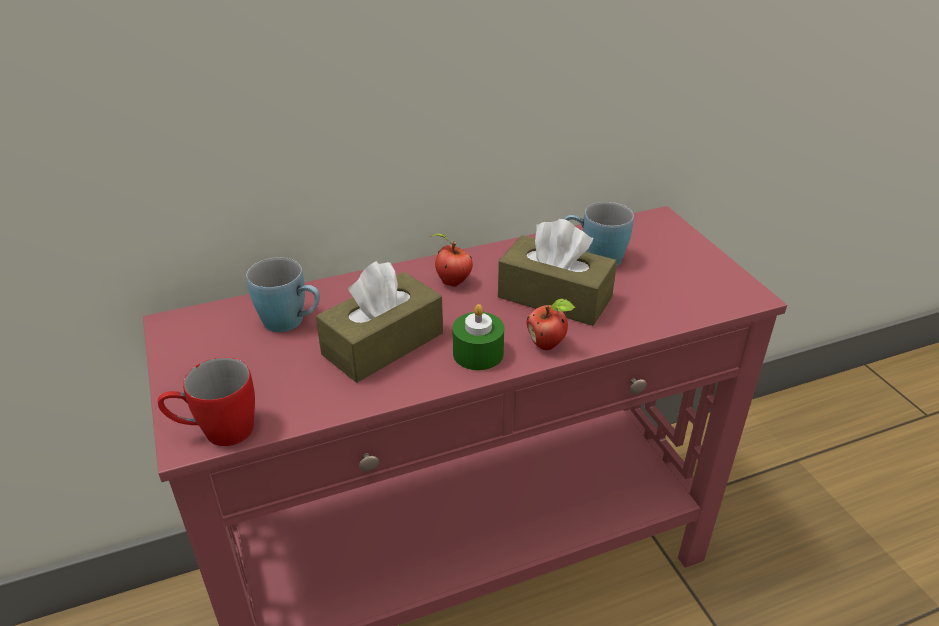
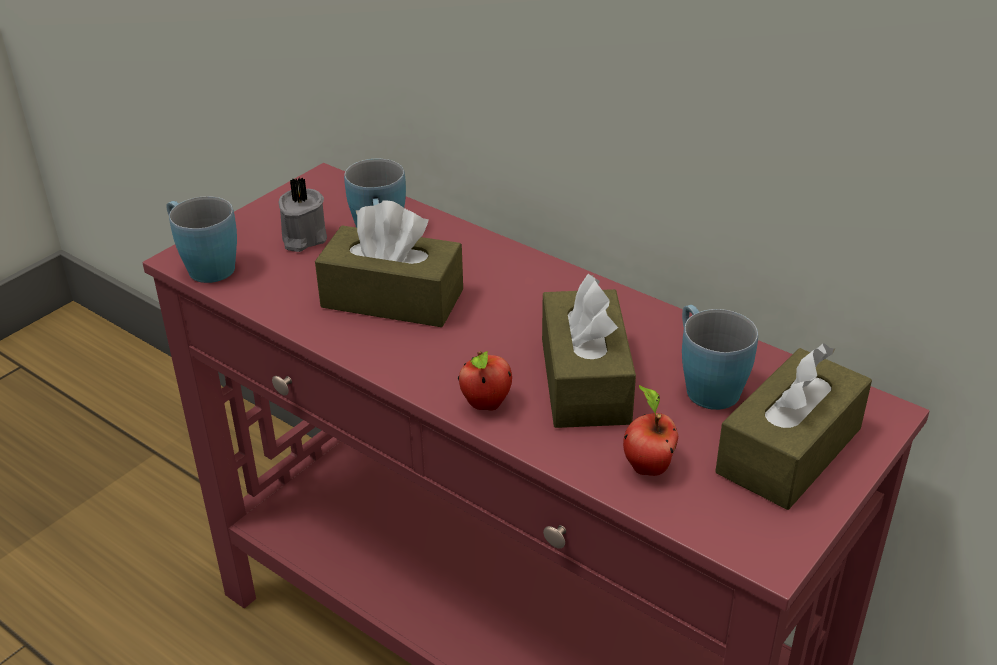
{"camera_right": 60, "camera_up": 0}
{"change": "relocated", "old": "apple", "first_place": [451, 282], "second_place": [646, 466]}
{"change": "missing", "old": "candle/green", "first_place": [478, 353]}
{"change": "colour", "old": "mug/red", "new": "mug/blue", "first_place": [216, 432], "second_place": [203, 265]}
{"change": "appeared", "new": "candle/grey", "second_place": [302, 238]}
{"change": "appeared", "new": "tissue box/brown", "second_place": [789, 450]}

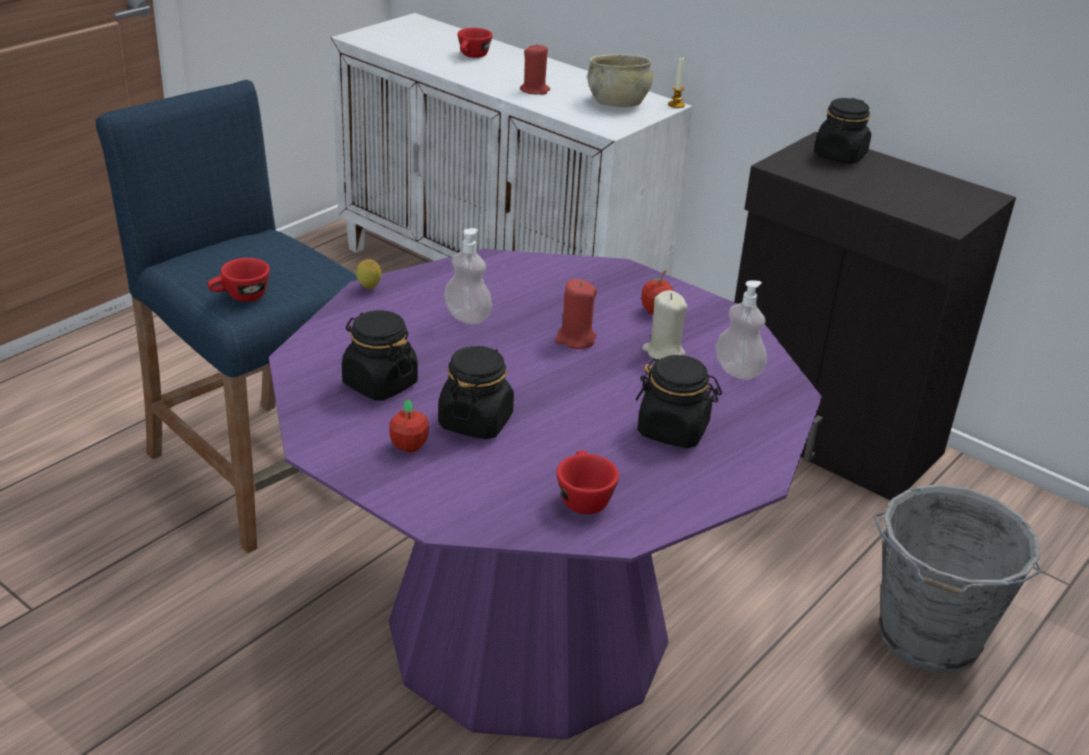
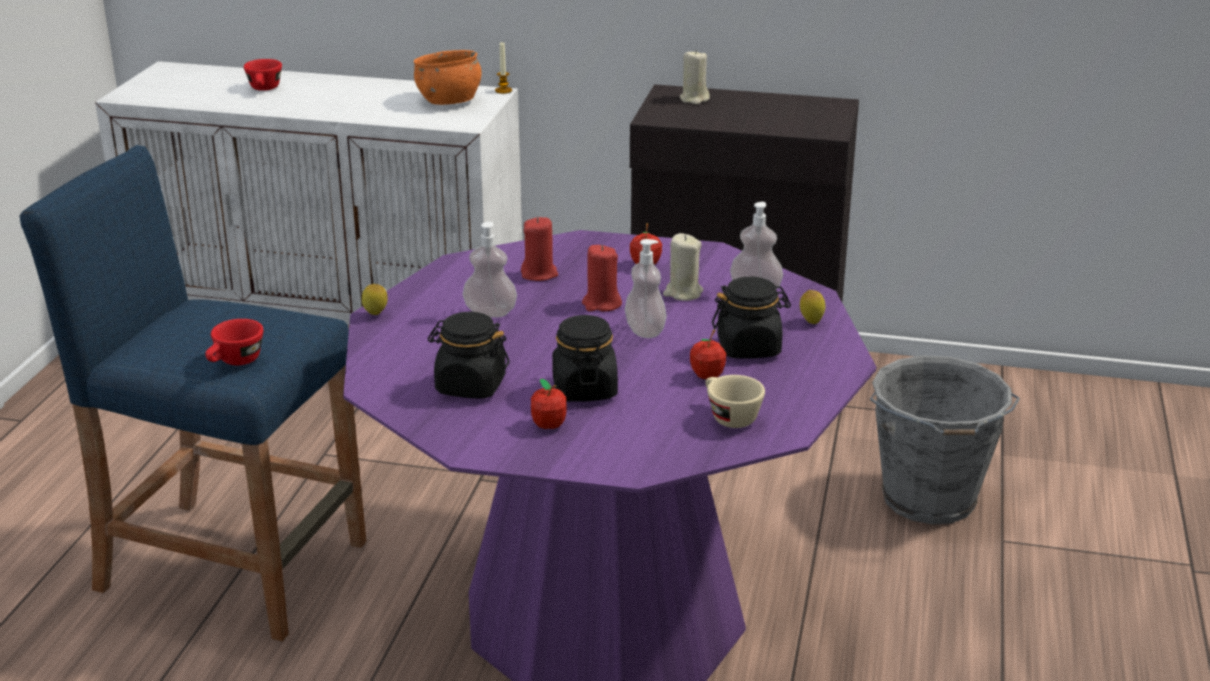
{"camera_right": -25, "camera_up": -5}
{"change": "relocated", "old": "candle/red", "first_place": [535, 90], "second_place": [539, 274]}
{"change": "colour", "old": "bowl/beige", "new": "bowl/orange", "first_place": [618, 103], "second_place": [449, 100]}
{"change": "exchanged", "old": "jar/black", "new": "candle/beige", "first_place": [840, 155], "second_place": [694, 99]}
{"change": "colour", "old": "cup/red", "new": "cup/beige", "first_place": [582, 497], "second_place": [728, 416]}
{"change": "appeared", "new": "soap dispenser", "second_place": [645, 331]}
{"change": "appeared", "new": "lemon", "second_place": [811, 322]}
{"change": "appeared", "new": "apple", "second_place": [707, 375]}

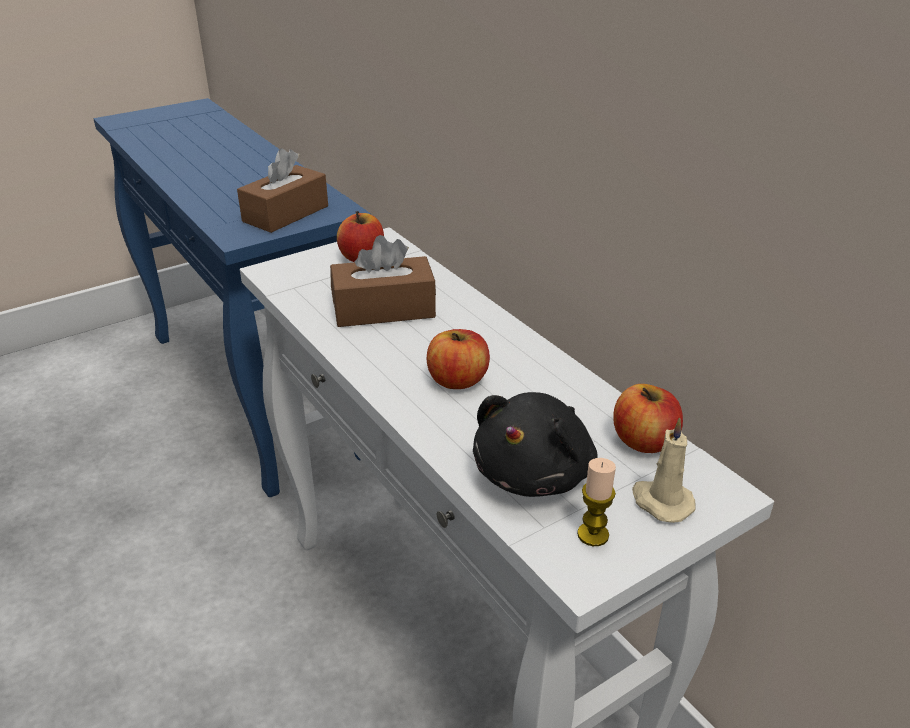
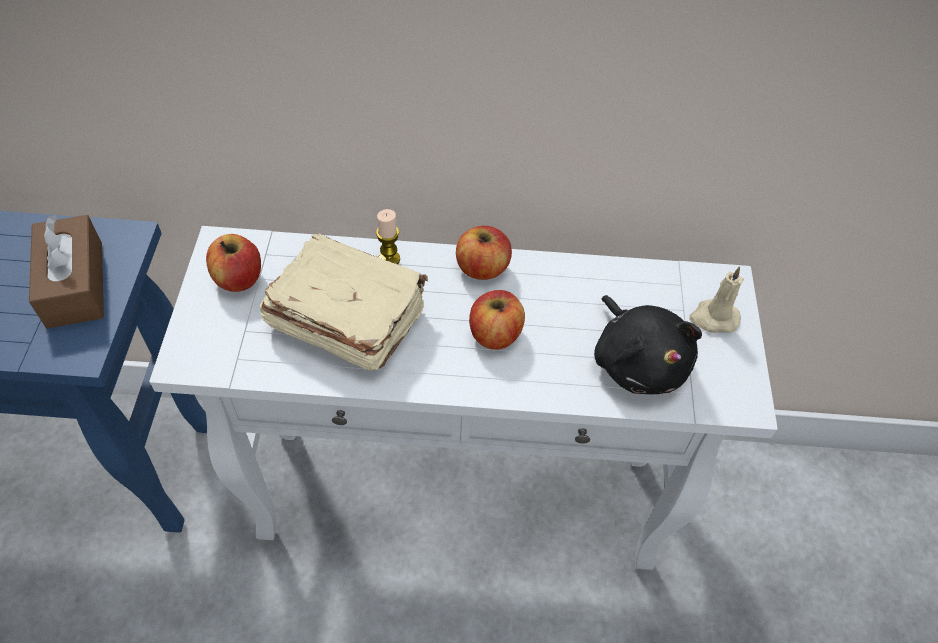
{"camera_right": -55, "camera_up": 20}
{"change": "exchanged", "old": "tissue box/brown", "new": "book/beige", "first_place": [383, 309], "second_place": [346, 317]}
{"change": "relocated", "old": "apple", "first_place": [644, 441], "second_place": [482, 267]}
{"change": "relocated", "old": "candle", "first_place": [593, 535], "second_place": [389, 259]}

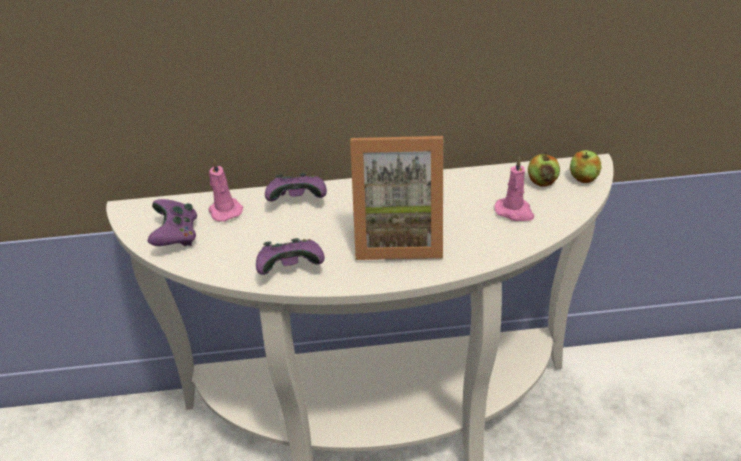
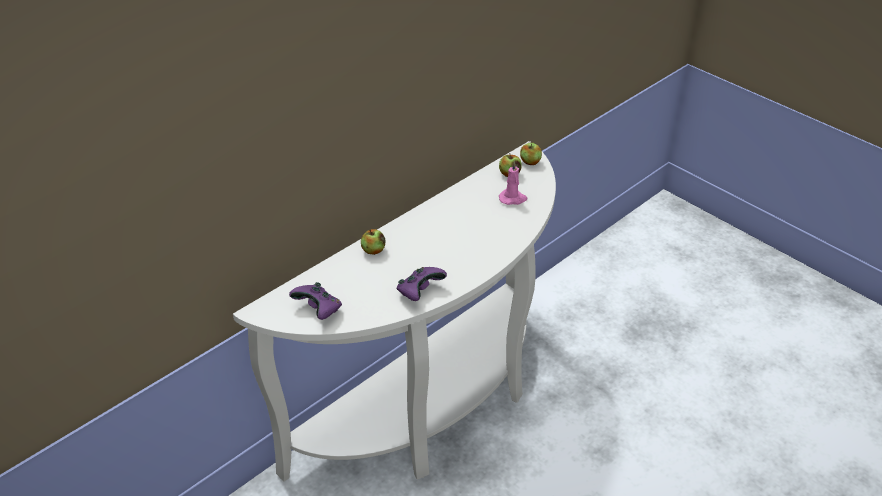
{"camera_right": -40, "camera_up": 0}
{"change": "missing", "old": "picture frame", "first_place": [398, 237]}
{"change": "missing", "old": "candle/pink", "first_place": [225, 210]}
{"change": "exchanged", "old": "game controller/purple", "new": "apple", "first_place": [298, 200], "second_place": [373, 250]}

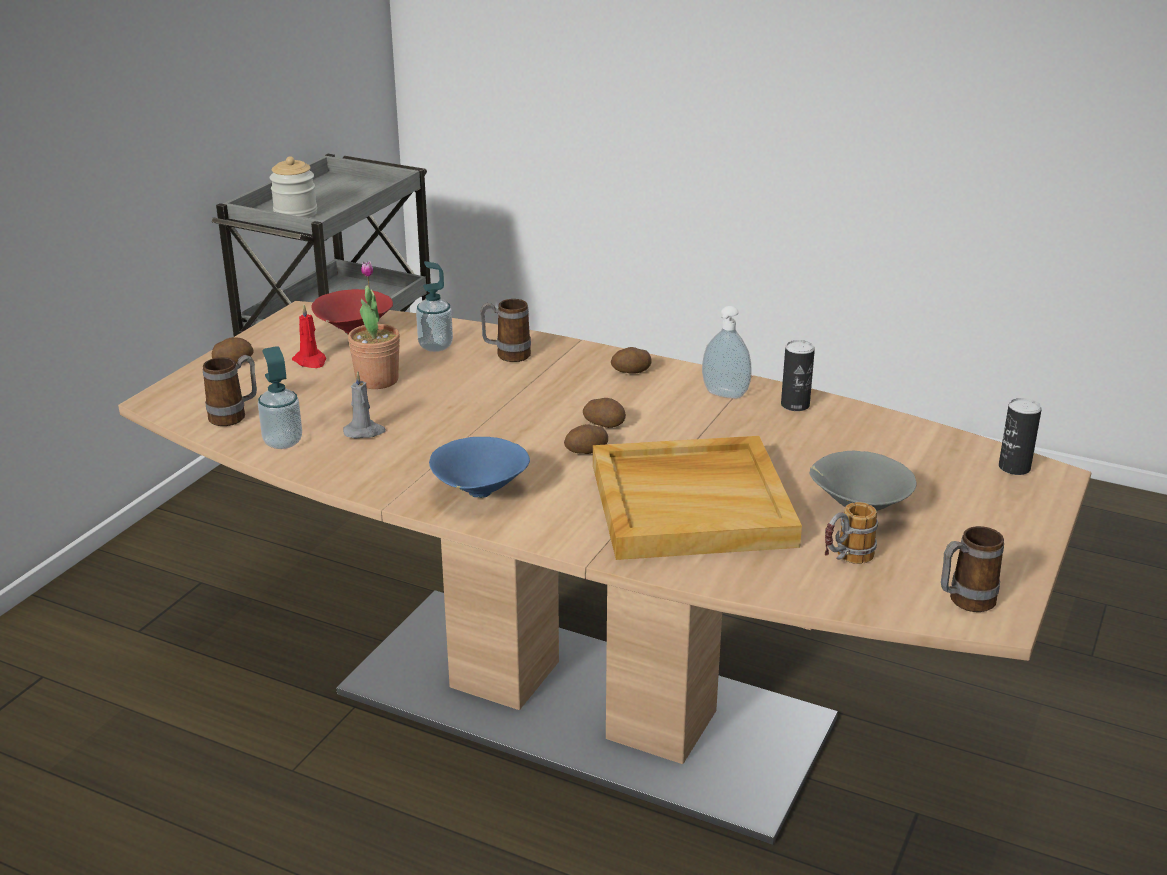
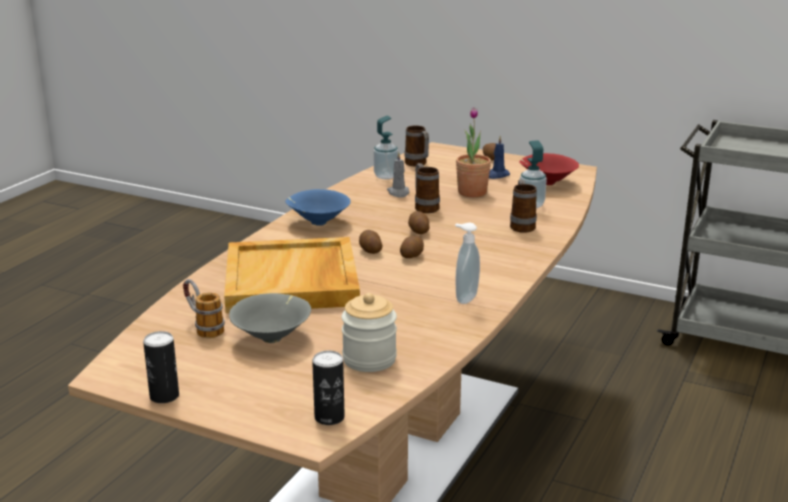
{"camera_right": 90, "camera_up": -5}
{"change": "relocated", "old": "jar", "first_place": [295, 214], "second_place": [369, 359]}
{"change": "colour", "old": "candle/red", "new": "candle/blue", "first_place": [310, 361], "second_place": [497, 175]}
{"change": "relocated", "old": "can", "first_place": [795, 405], "second_place": [164, 396]}
{"change": "relocated", "old": "potato", "first_place": [631, 372], "second_place": [418, 231]}
{"change": "relocated", "old": "mug", "first_place": [964, 602], "second_place": [425, 207]}

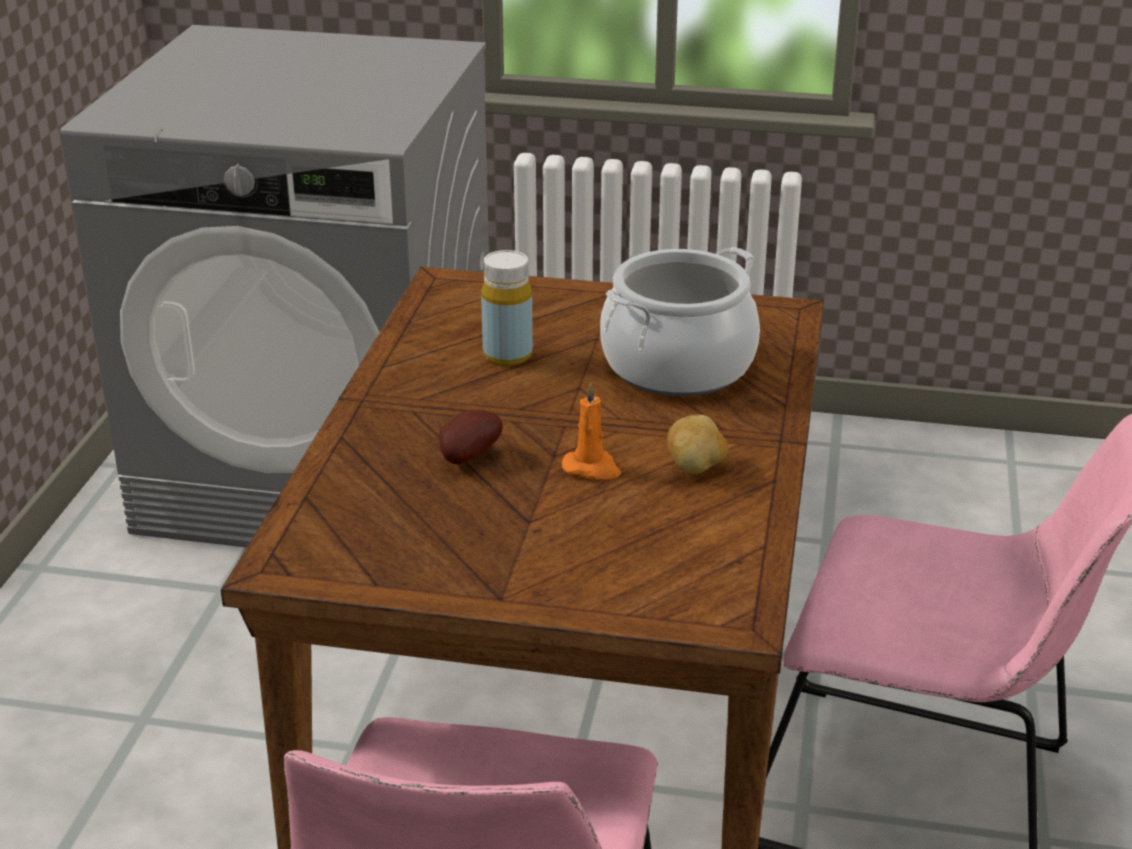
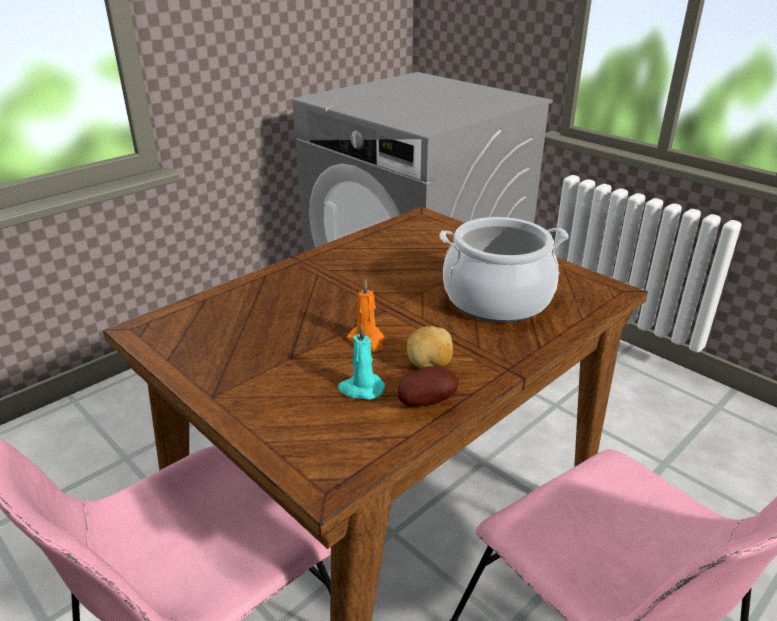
{"camera_right": 35, "camera_up": 0}
{"change": "missing", "old": "bottle/yellow", "first_place": [507, 355]}
{"change": "relocated", "old": "potato", "first_place": [467, 457], "second_place": [426, 402]}
{"change": "appeared", "new": "candle/turquoise", "second_place": [361, 389]}

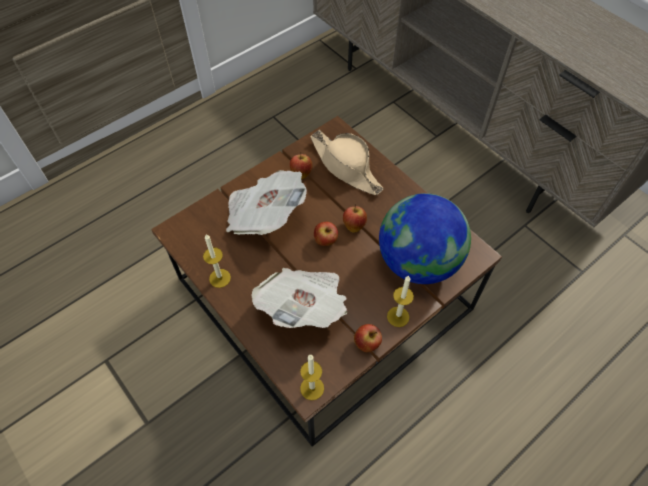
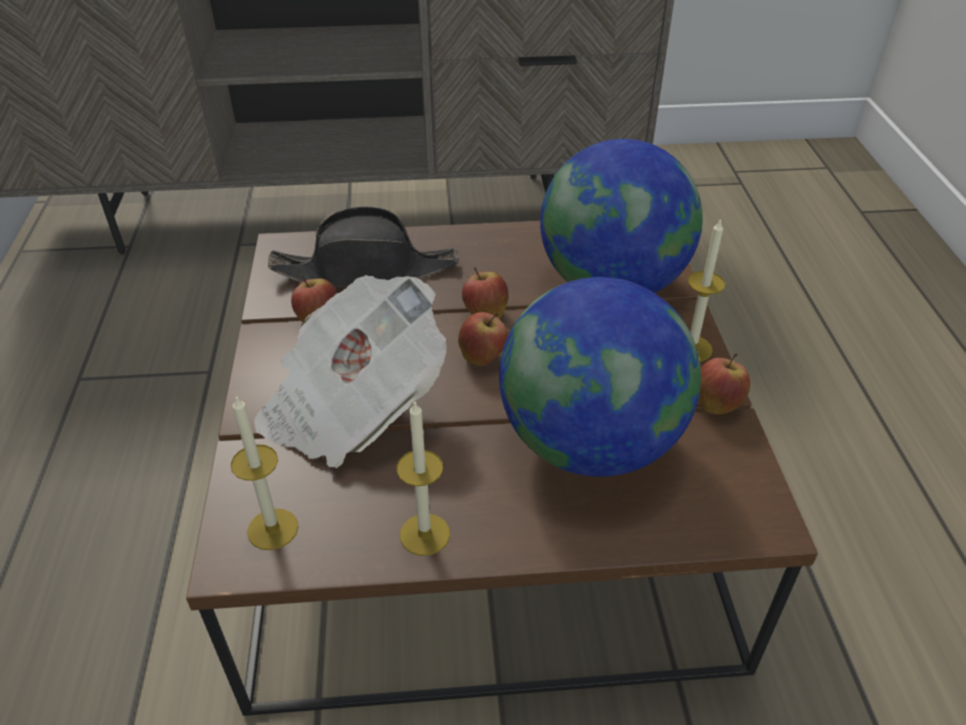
{"camera_right": -55, "camera_up": -15}
{"change": "colour", "old": "hat/beige", "new": "hat/black", "first_place": [346, 167], "second_place": [366, 270]}
{"change": "exchanged", "old": "newspaper", "new": "globe", "first_place": [305, 306], "second_place": [590, 443]}
{"change": "relocated", "old": "candle", "first_place": [312, 388], "second_place": [273, 529]}

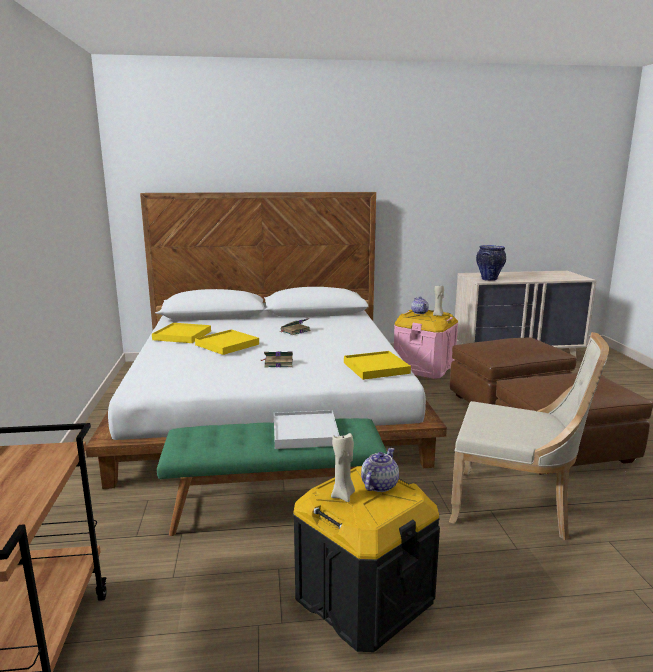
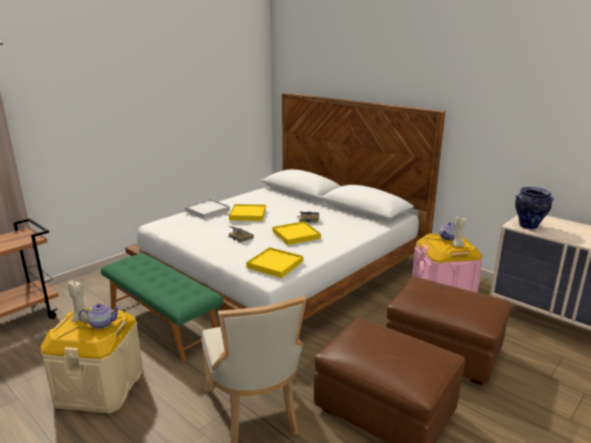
{"camera_right": 50, "camera_up": 5}
{"change": "relocated", "old": "tray/yellow", "first_place": [182, 335], "second_place": [296, 235]}
{"change": "relocated", "old": "tray/white", "first_place": [305, 432], "second_place": [207, 211]}
{"change": "colour", "old": "storage box/black", "new": "storage box/beige", "first_place": [363, 598], "second_place": [100, 387]}

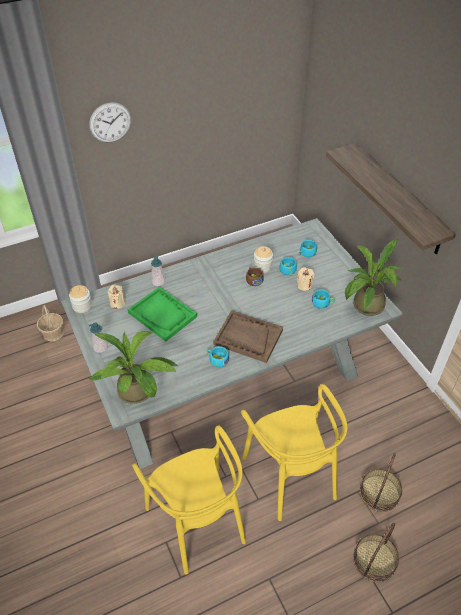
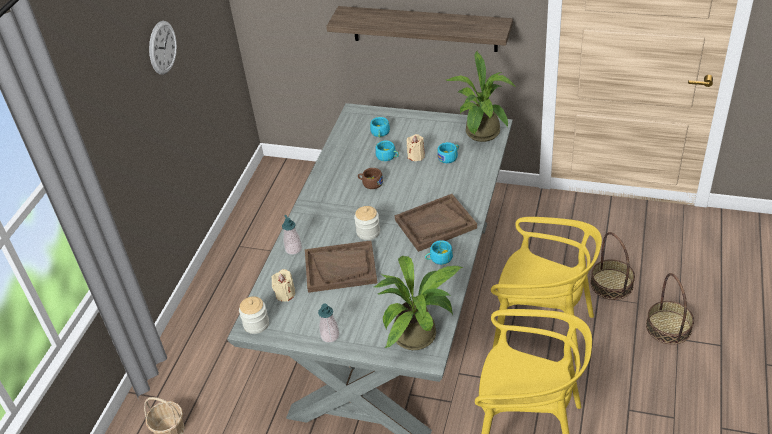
{"camera_right": -45, "camera_up": -5}
{"change": "relocated", "old": "wall clock", "first_place": [110, 122], "second_place": [162, 47]}
{"change": "relocated", "old": "jar", "first_place": [262, 266], "second_place": [368, 232]}
{"change": "colour", "old": "tray/green", "new": "tray/brown", "first_place": [162, 315], "second_place": [341, 268]}

